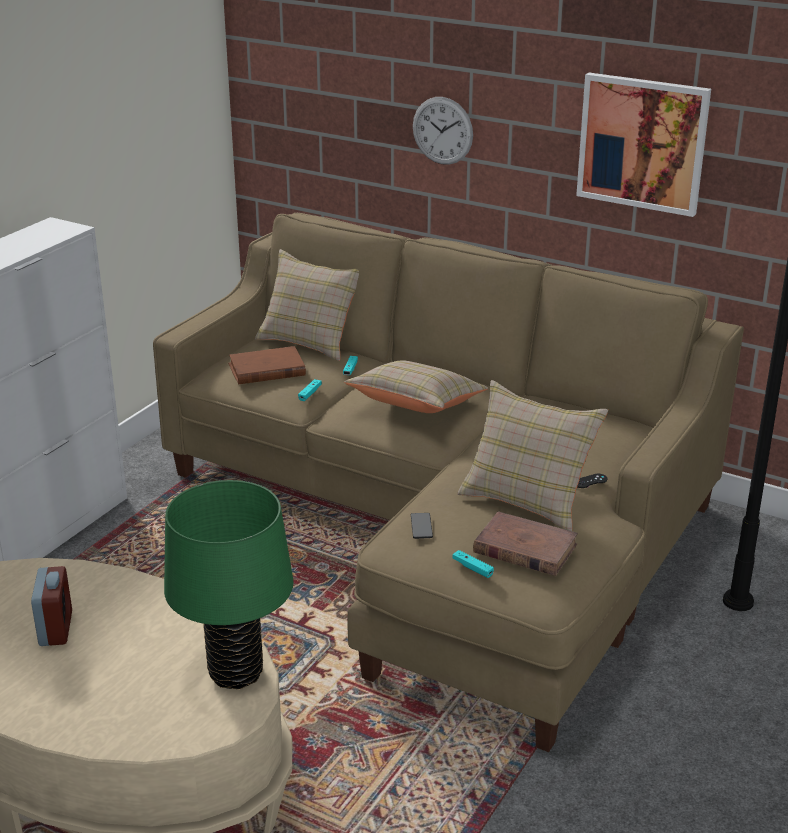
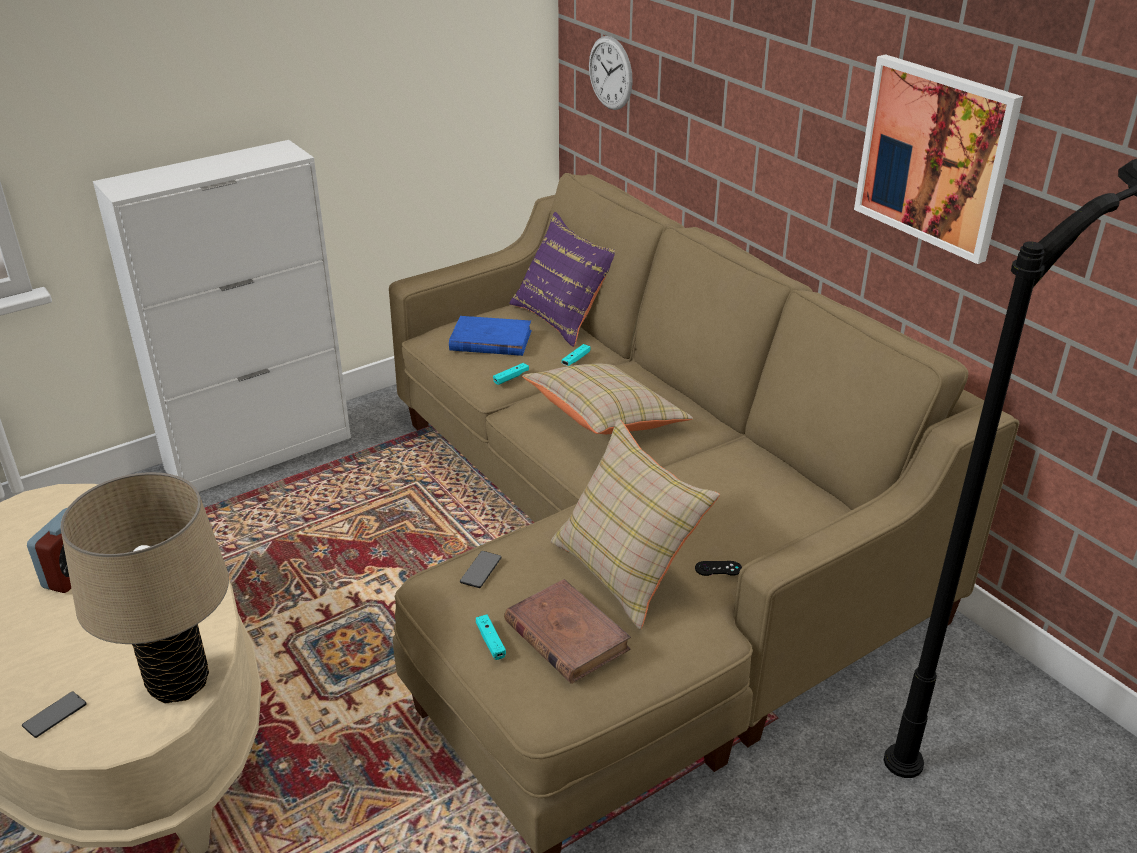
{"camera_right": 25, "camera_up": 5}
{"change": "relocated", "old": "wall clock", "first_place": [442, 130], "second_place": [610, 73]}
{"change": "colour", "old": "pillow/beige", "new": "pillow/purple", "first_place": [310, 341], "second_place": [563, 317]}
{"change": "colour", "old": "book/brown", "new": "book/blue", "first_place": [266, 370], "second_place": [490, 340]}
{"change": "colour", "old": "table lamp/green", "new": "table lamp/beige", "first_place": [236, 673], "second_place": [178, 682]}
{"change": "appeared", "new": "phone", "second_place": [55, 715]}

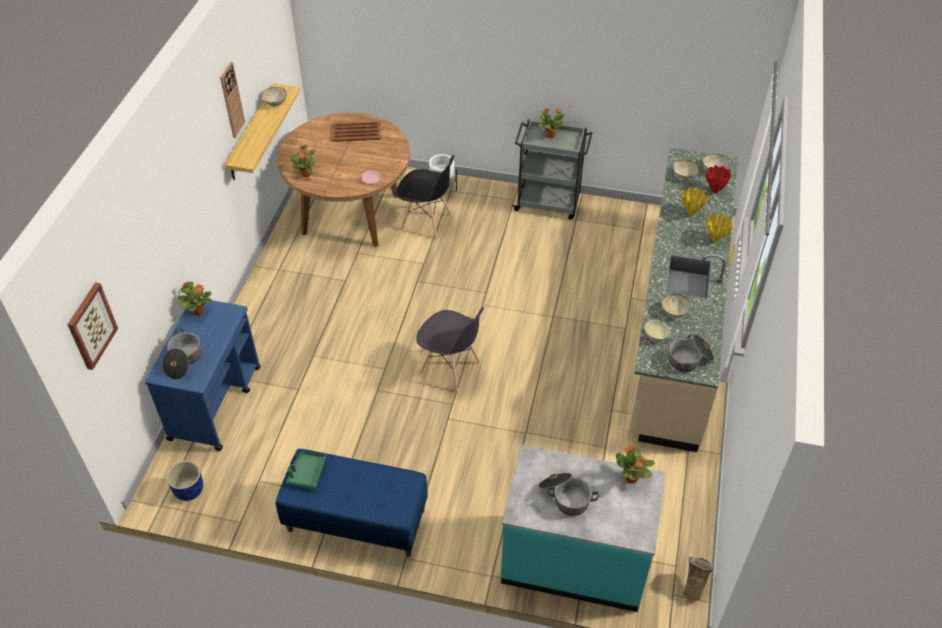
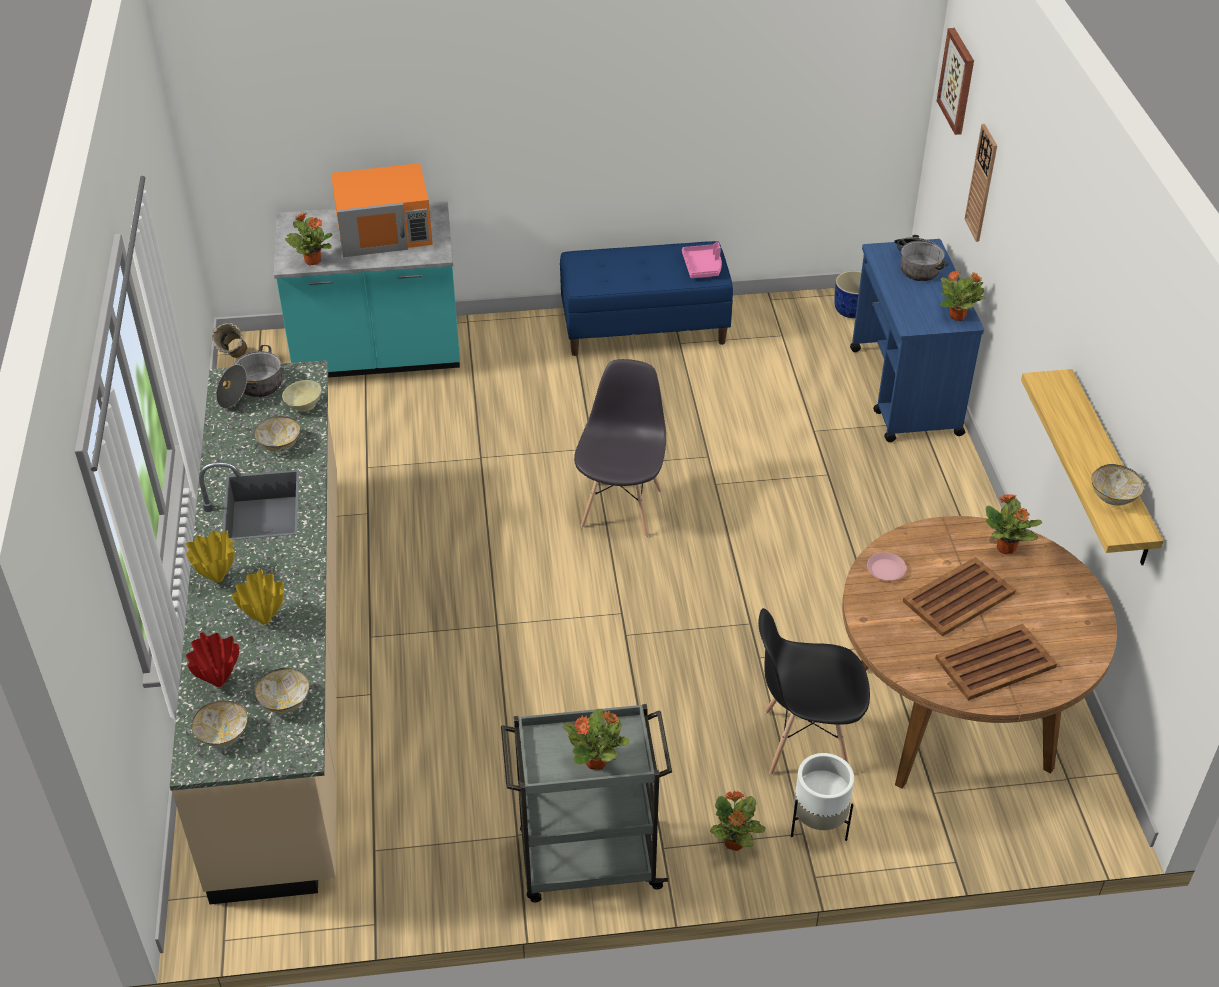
{"camera_right": 160, "camera_up": -5}
{"change": "relocated", "old": "wall clock", "first_place": [232, 100], "second_place": [982, 183]}
{"change": "spun", "old": "chair/grey", "first_place": [451, 368], "second_place": [621, 507], "degrees": 90}
{"change": "colour", "old": "tray/green", "new": "tray/pink", "first_place": [307, 473], "second_place": [703, 267]}
{"change": "exchanged", "old": "cooking pot", "new": "microwave/orange", "first_place": [565, 497], "second_place": [385, 231]}
{"change": "appeared", "new": "tray/brown", "second_place": [959, 597]}
{"change": "appeared", "new": "potted plant", "second_place": [734, 843]}

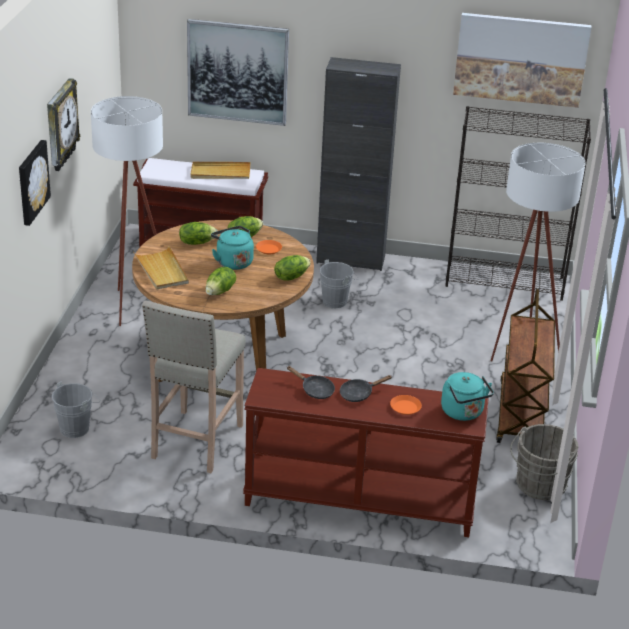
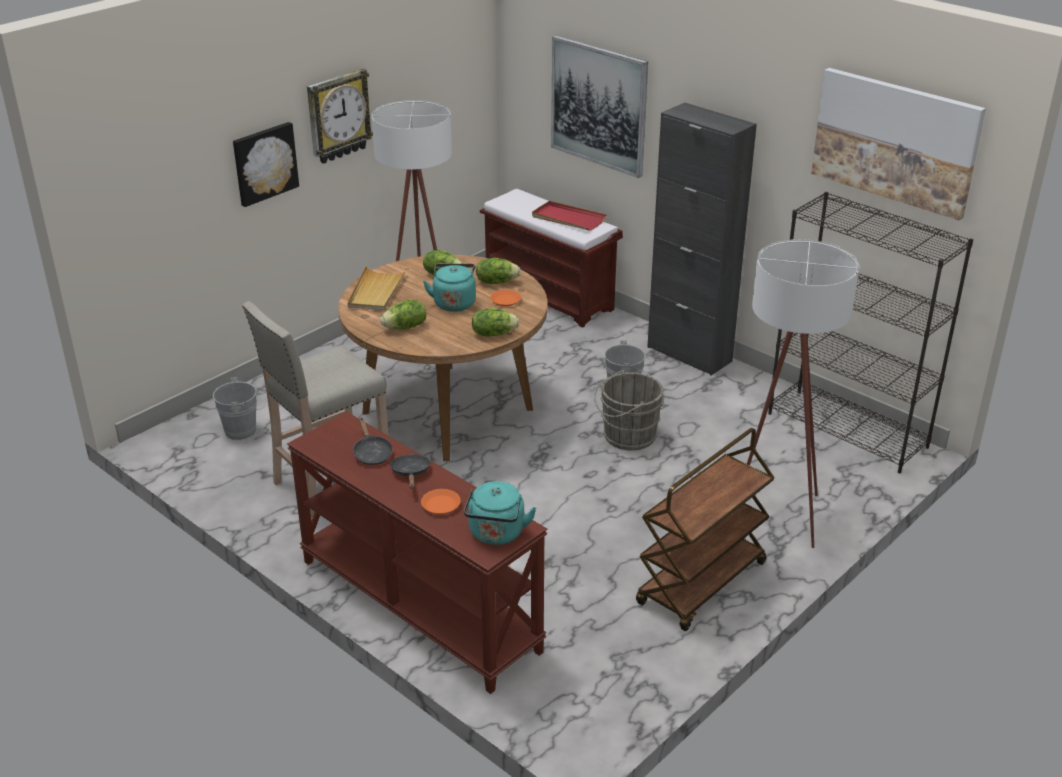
{"camera_right": 35, "camera_up": 0}
{"change": "colour", "old": "tray/beige", "new": "tray/red", "first_place": [220, 173], "second_place": [568, 219]}
{"change": "spun", "old": "frying pan/black", "first_place": [359, 394], "second_place": [411, 473], "degrees": 75}
{"change": "relocated", "old": "bucket/grey", "first_place": [539, 486], "second_place": [626, 436]}

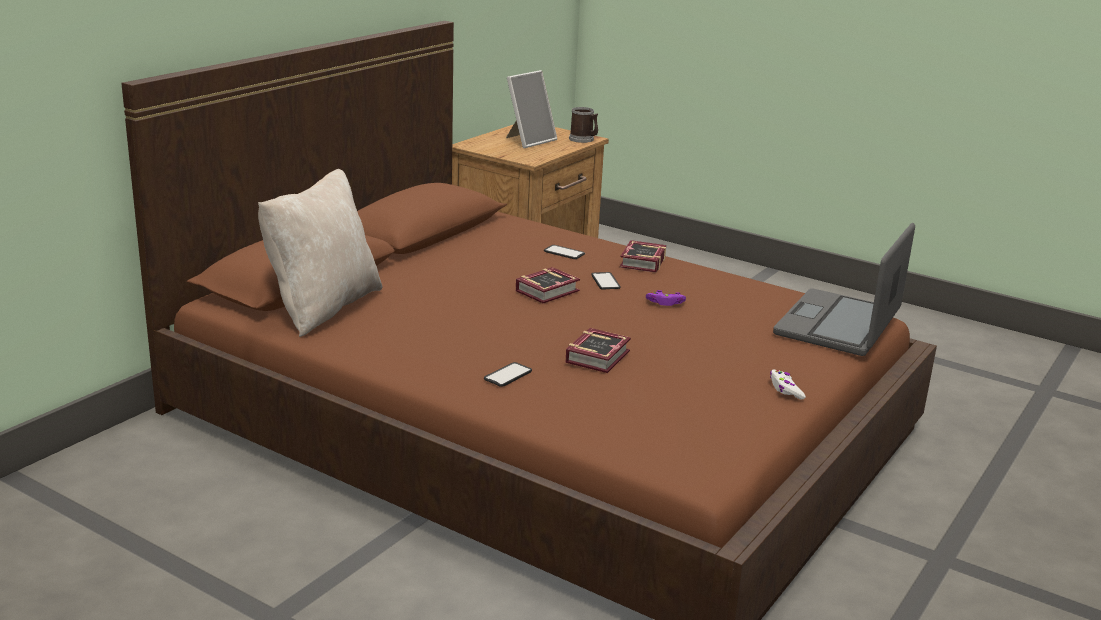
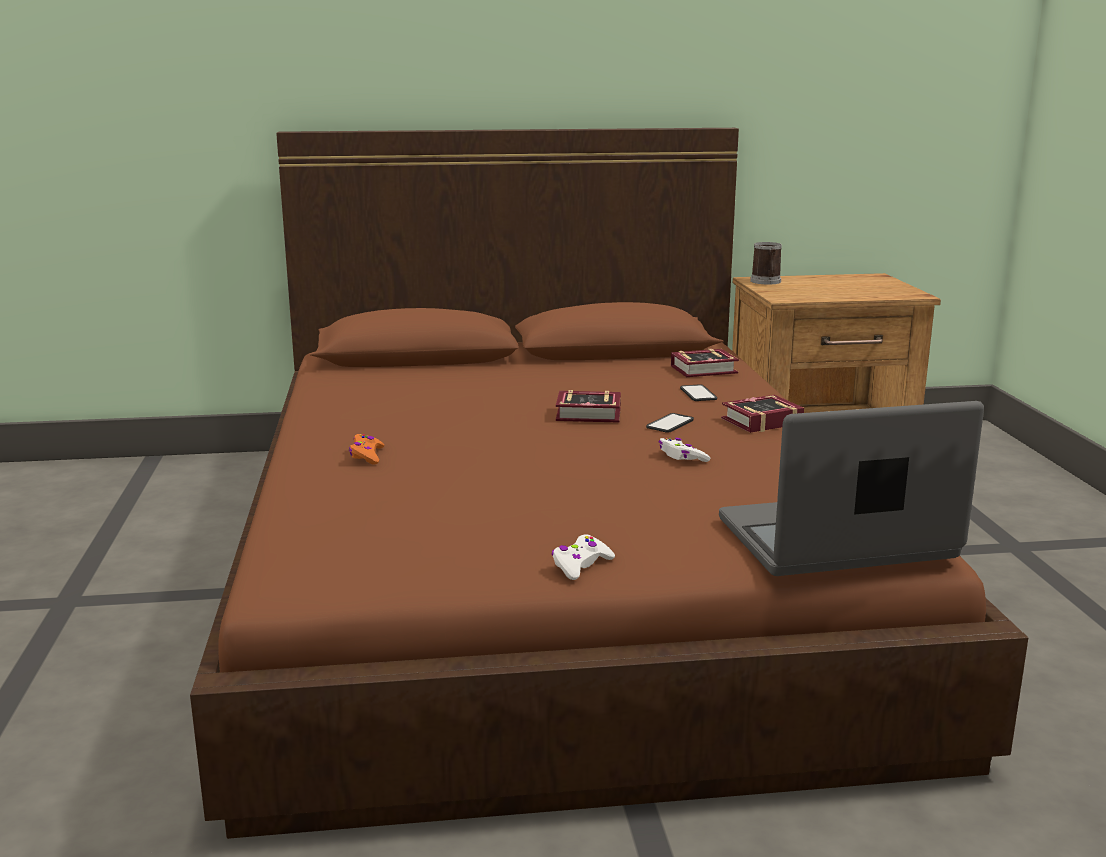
{"camera_right": 50, "camera_up": -5}
{"change": "missing", "old": "picture frame", "first_place": [529, 141]}
{"change": "relocated", "old": "mug", "first_place": [583, 139], "second_place": [766, 282]}
{"change": "missing", "old": "pillow/beige", "first_place": [322, 307]}
{"change": "colour", "old": "game controller/purple", "new": "game controller/white", "first_place": [665, 303], "second_place": [682, 457]}
{"change": "relocated", "old": "book", "first_place": [600, 356], "second_place": [707, 370]}
{"change": "exchanged", "old": "phone", "new": "game controller/orange", "first_place": [508, 375], "second_place": [366, 456]}

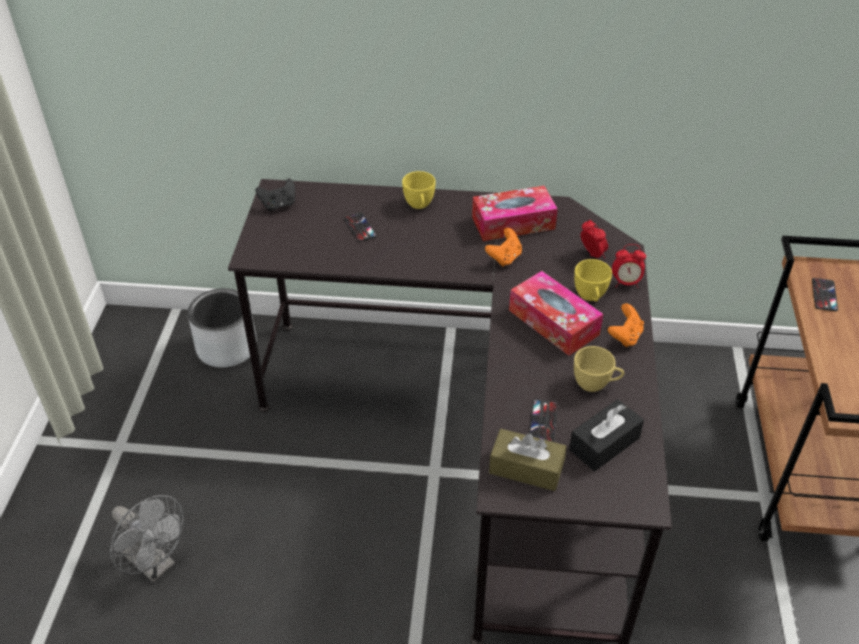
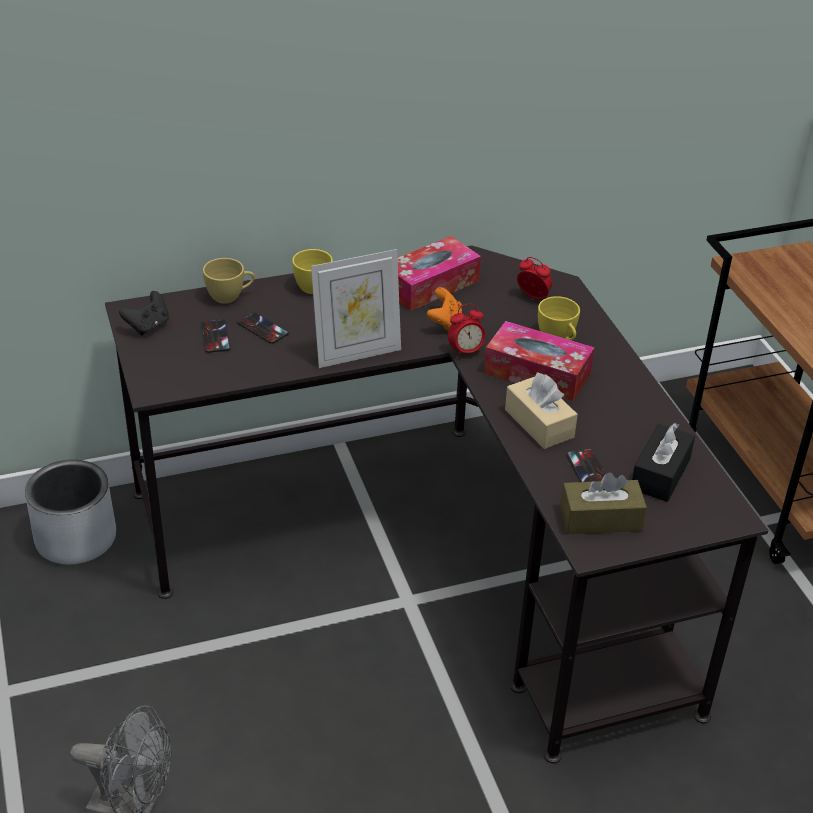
{"camera_right": -25, "camera_up": -5}
{"change": "relocated", "old": "alarm clock", "first_place": [626, 283], "second_place": [466, 352]}
{"change": "relocated", "old": "phone", "first_place": [824, 295], "second_place": [215, 336]}
{"change": "missing", "old": "game controller/orange", "first_place": [625, 336]}
{"change": "relocated", "old": "cup/yellow", "first_place": [595, 384], "second_place": [230, 297]}
{"change": "appeared", "new": "picture frame", "second_place": [357, 353]}
{"change": "appeared", "new": "tissue box/beige", "second_place": [539, 423]}

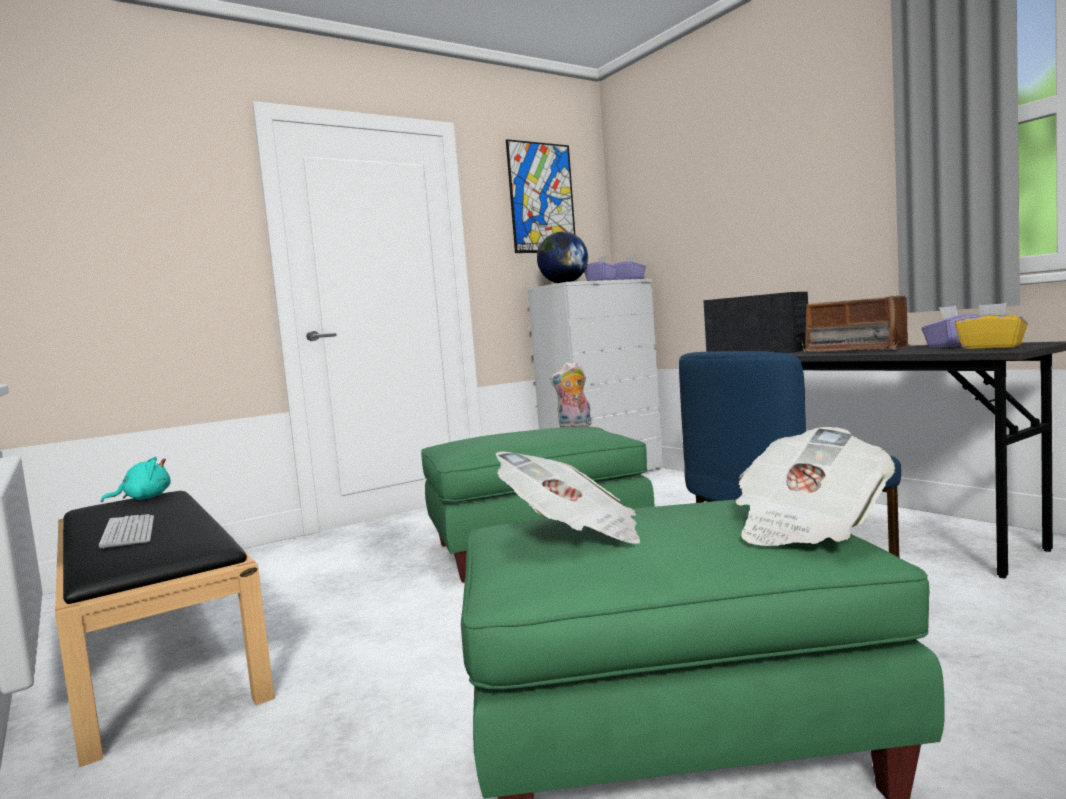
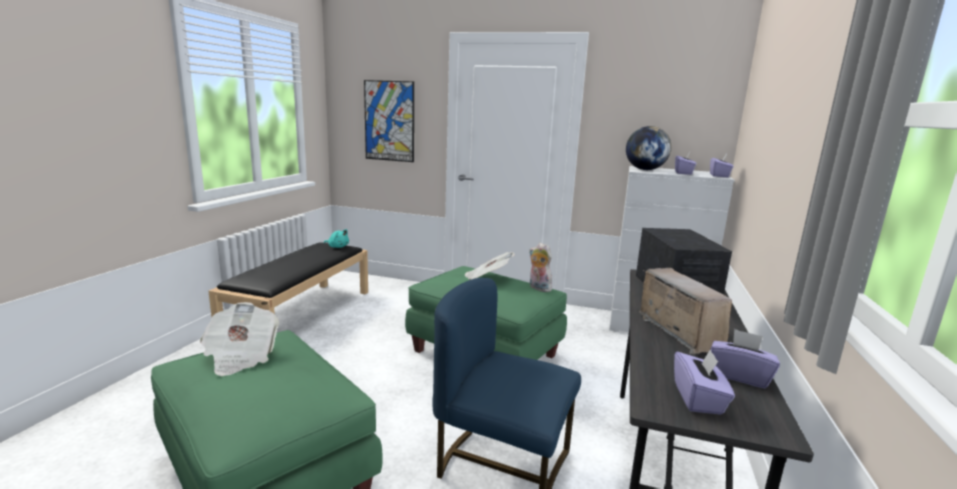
{"camera_right": 50, "camera_up": 10}
{"change": "relocated", "old": "picture", "first_place": [541, 198], "second_place": [389, 121]}
{"change": "spun", "old": "radio", "first_place": [856, 351], "second_place": [677, 331], "degrees": 150}
{"change": "colour", "old": "tissue box/yellow", "new": "tissue box/purple", "first_place": [991, 347], "second_place": [698, 399]}
{"change": "relocated", "old": "newspaper", "first_place": [806, 527], "second_place": [487, 278]}
{"change": "missing", "old": "keyboard", "first_place": [129, 532]}

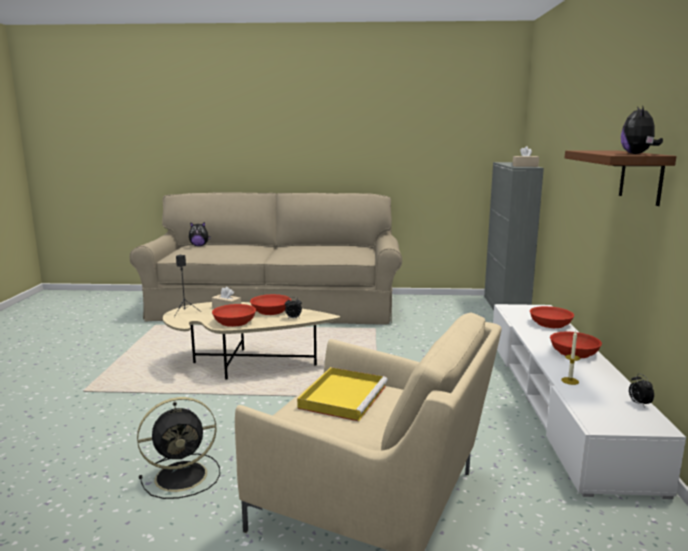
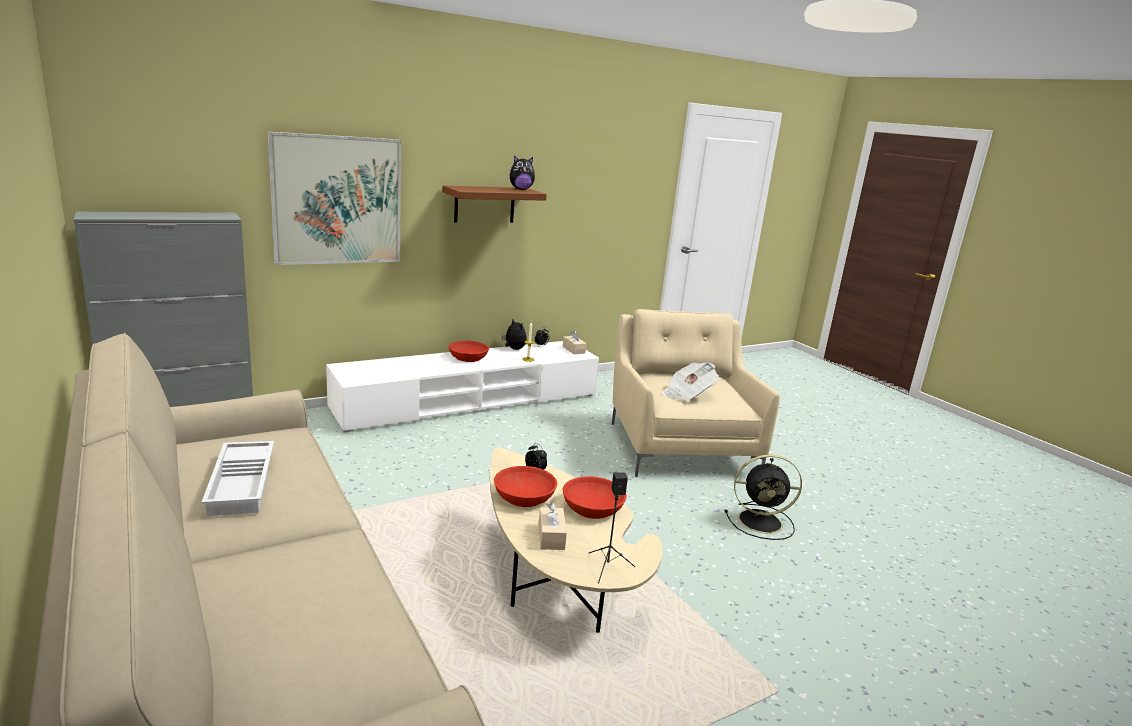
{"camera_right": -125, "camera_up": 5}
{"change": "relocated", "old": "tissue box/beige", "first_place": [525, 166], "second_place": [573, 350]}
{"change": "relocated", "old": "plush toy", "first_place": [199, 246], "second_place": [514, 349]}
{"change": "missing", "old": "bowl/red", "first_place": [550, 323]}
{"change": "exchanged", "old": "tray/yellow", "new": "newspaper", "first_place": [343, 396], "second_place": [687, 395]}
{"change": "spun", "old": "fan/black", "first_place": [183, 475], "second_place": [762, 522], "degrees": 150}
{"change": "appeared", "new": "picture", "second_place": [337, 200]}
{"change": "appeared", "new": "tray/white", "second_place": [243, 484]}

